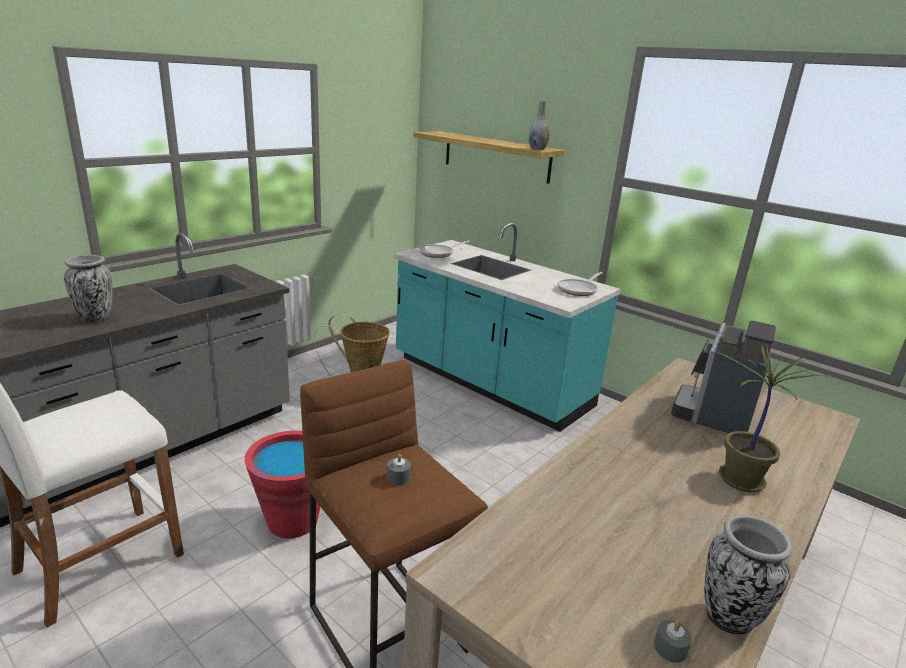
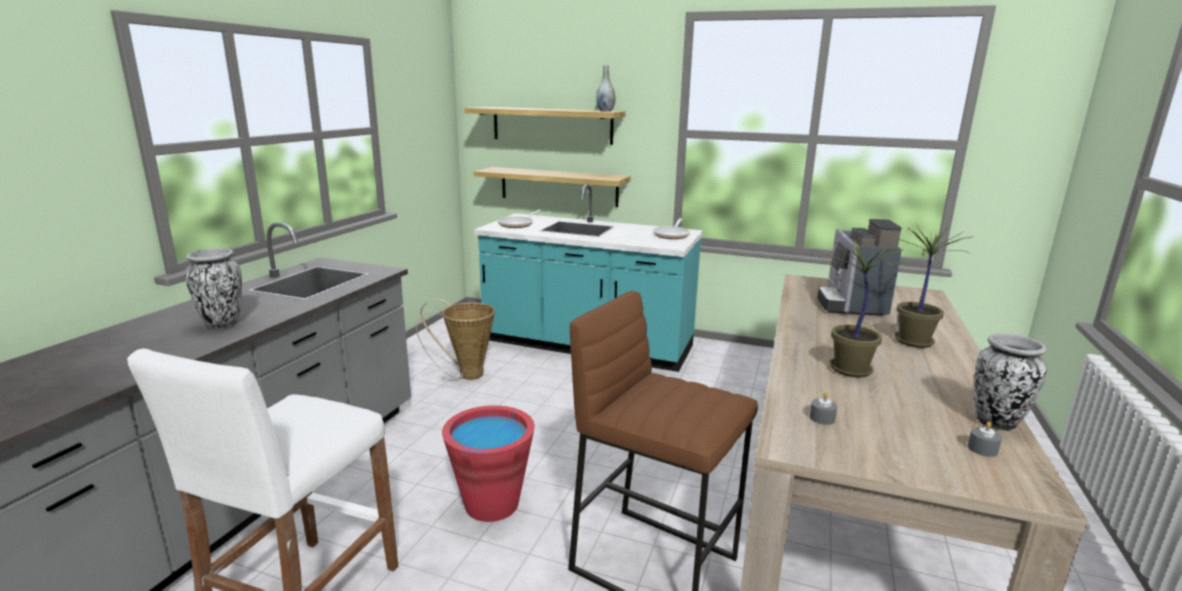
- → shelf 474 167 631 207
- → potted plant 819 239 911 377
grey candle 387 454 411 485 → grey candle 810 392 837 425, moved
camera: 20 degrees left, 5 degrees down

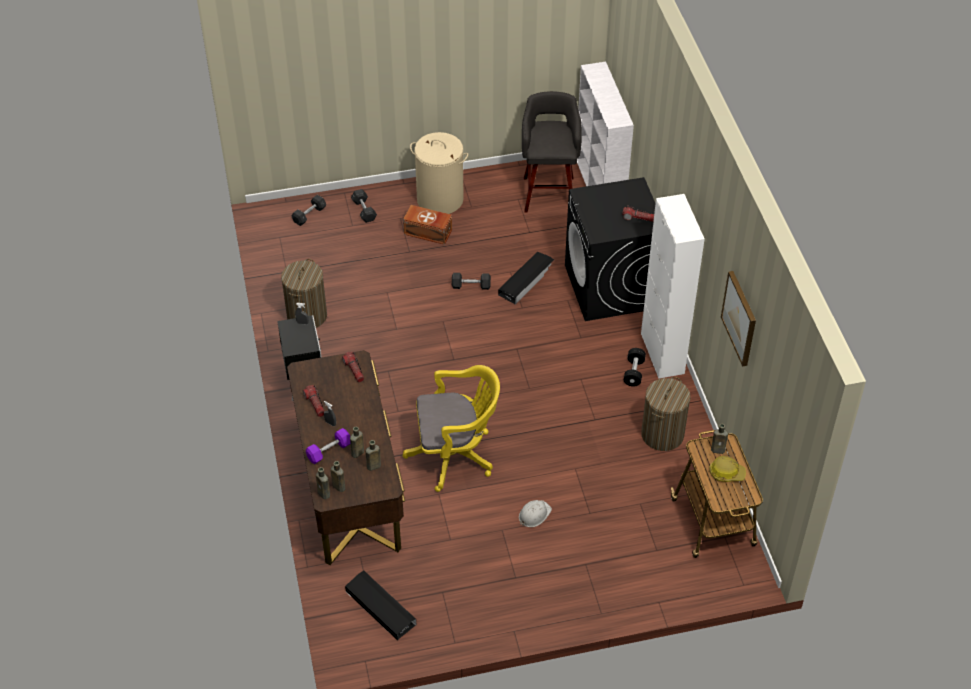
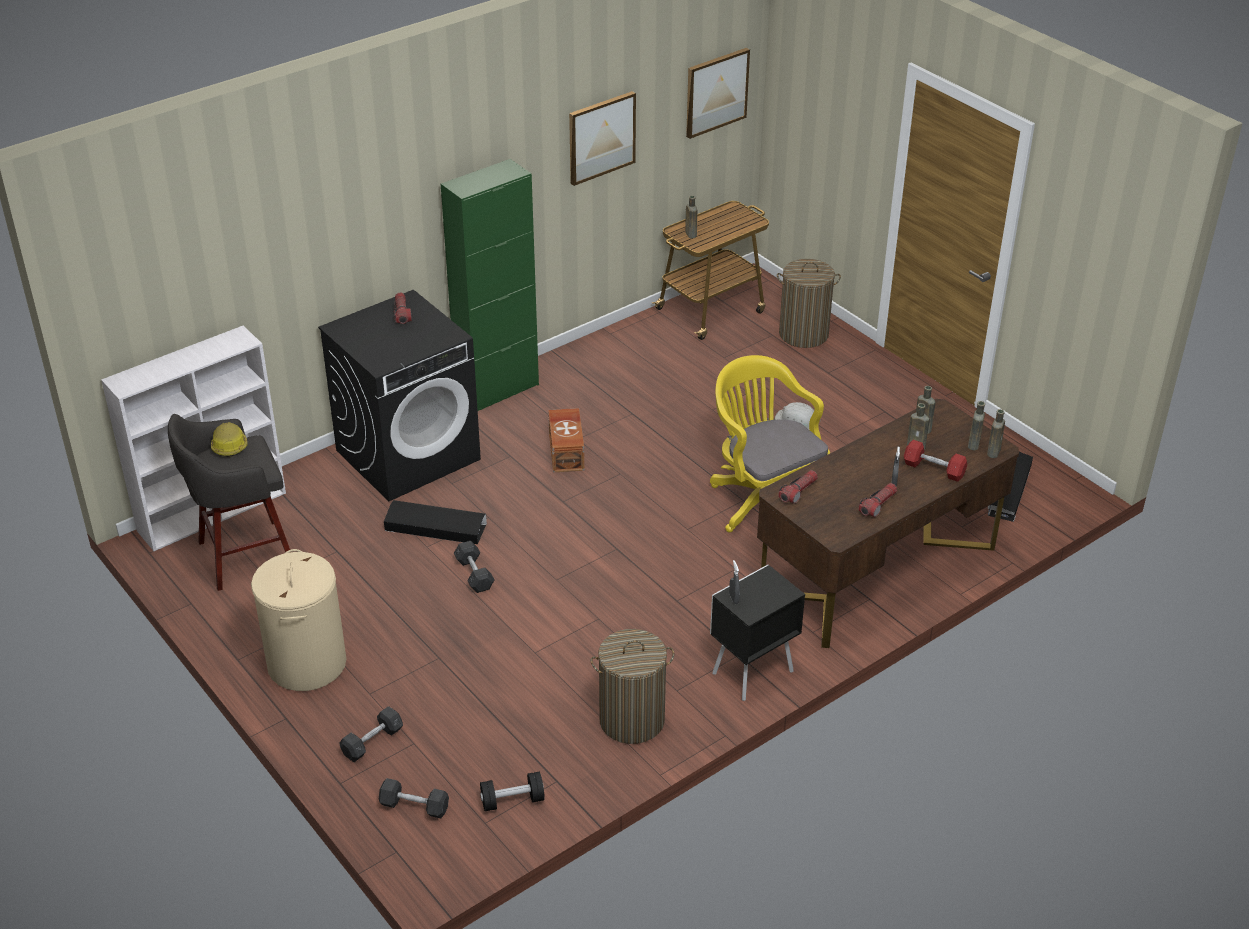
- → picture 686 48 750 139
brown storage box 403 205 452 245 → brown storage box 548 408 584 473, moved
black dumbbell 624 348 646 387 → black dumbbell 480 772 545 811, moved
laundry basket 641 377 690 451 → laundry basket 777 259 841 348, moved
hard hat 709 456 746 482 → hard hat 211 422 248 457, moved
purple dumbbell 306 428 350 464 → red dumbbell 904 440 967 482
white cabinet 641 194 705 379 → green cabinet 441 159 539 411
camera: 115 degrees left, 10 degrees down

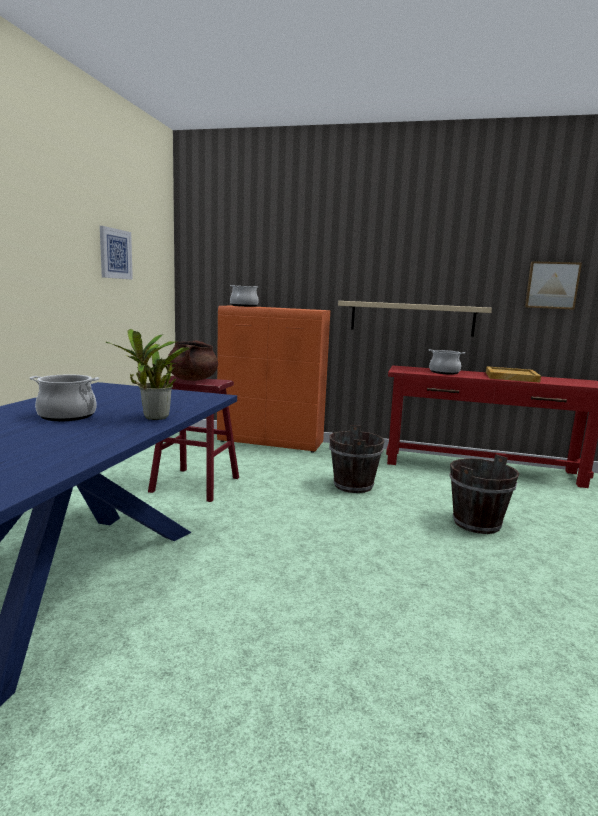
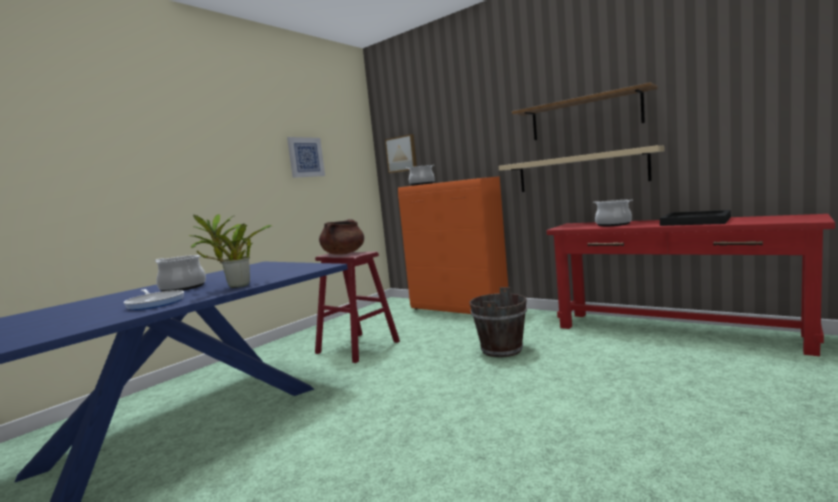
brown bucket 449 454 520 534 → -
- → frying pan 124 289 184 310
- → shelf 512 82 658 140
picture 525 261 582 310 → picture 385 134 417 173, moved
beige tray 486 366 541 383 → black tray 660 210 731 226
camera: 25 degrees right, 5 degrees down

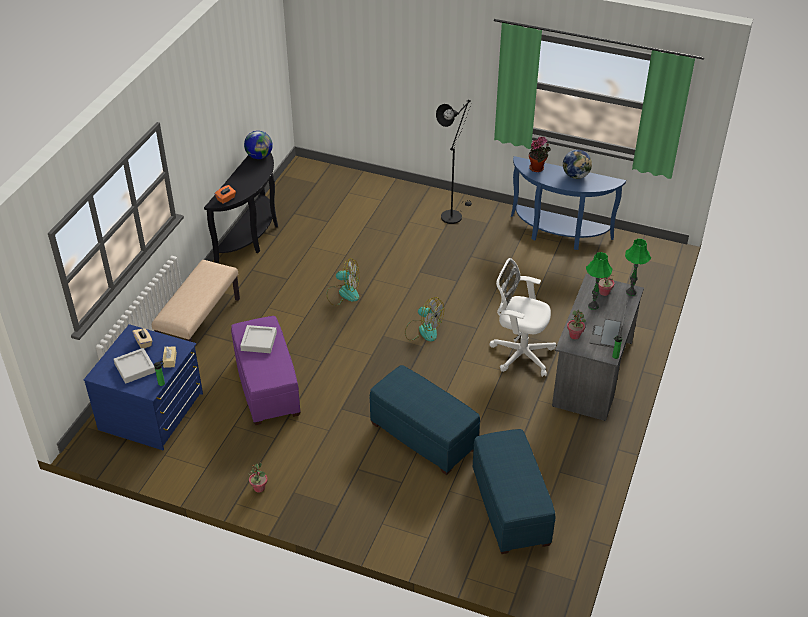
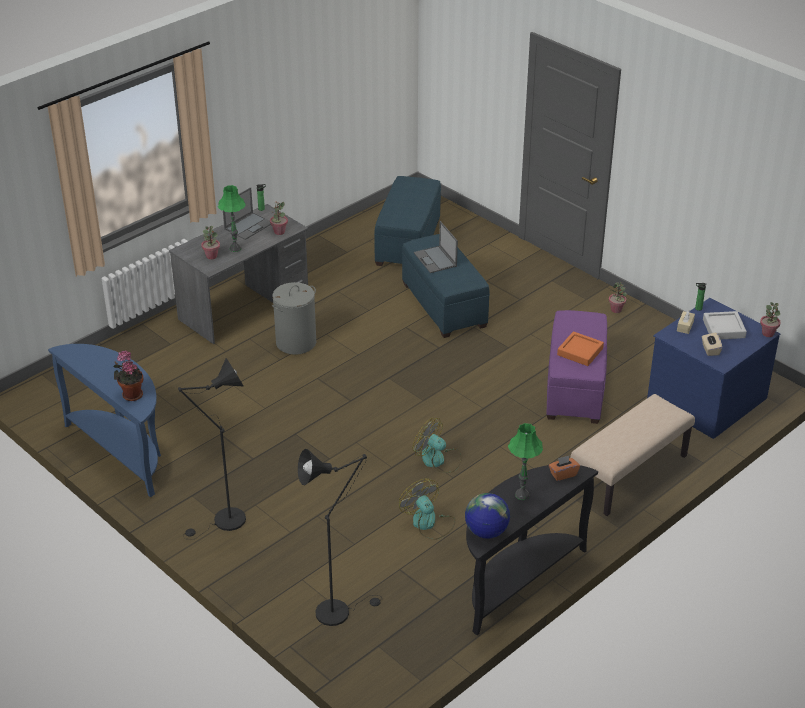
globe 563 150 592 179 → -
- → black floor lamp 298 449 382 626
- → laptop 414 221 458 273
- → potted plant 760 302 781 337
fan 405 297 444 341 → fan 399 478 456 540, moved
green table lamp 625 238 651 296 → green table lamp 508 423 543 500, moved
white office chair 490 258 556 377 → grey laundry basket 272 282 316 355
grey tray 240 325 277 353 → orange tray 557 331 604 366
camera: 155 degrees left, 5 degrees down

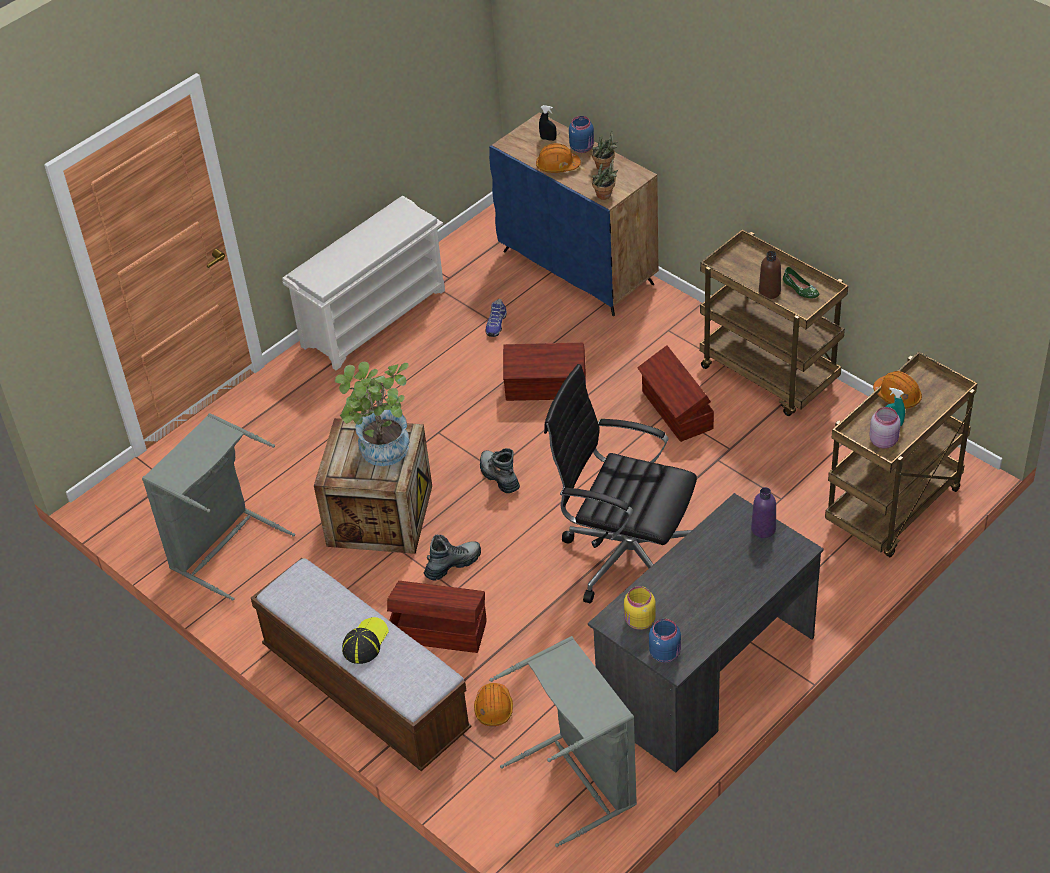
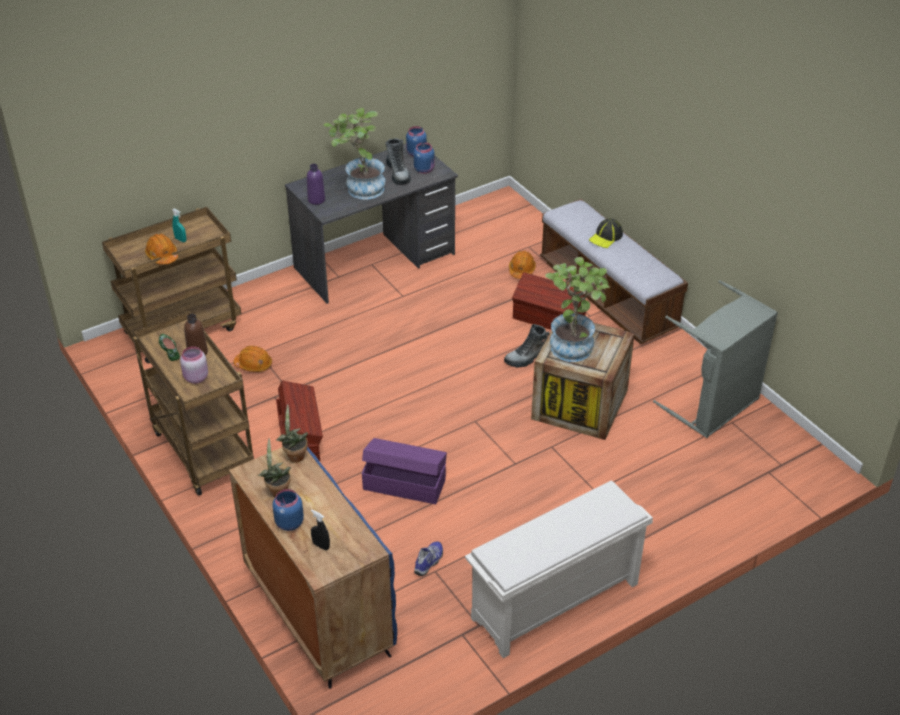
grey laundry basket 489 636 637 847 → -
black office chair 544 364 697 603 → -
- → potted plant 324 108 386 200
boot 480 448 520 493 → boot 385 138 411 185, moved
orange hard hat 536 143 581 173 → orange hard hat 234 346 272 372, moved
pink jar 869 407 901 449 → pink jar 180 346 208 384, moved
brown storage box 503 343 586 401 → purple storage box 362 438 447 504
yellow jar 624 586 656 630 → blue jar 414 142 435 174
camera: 170 degrees left, 5 degrees down

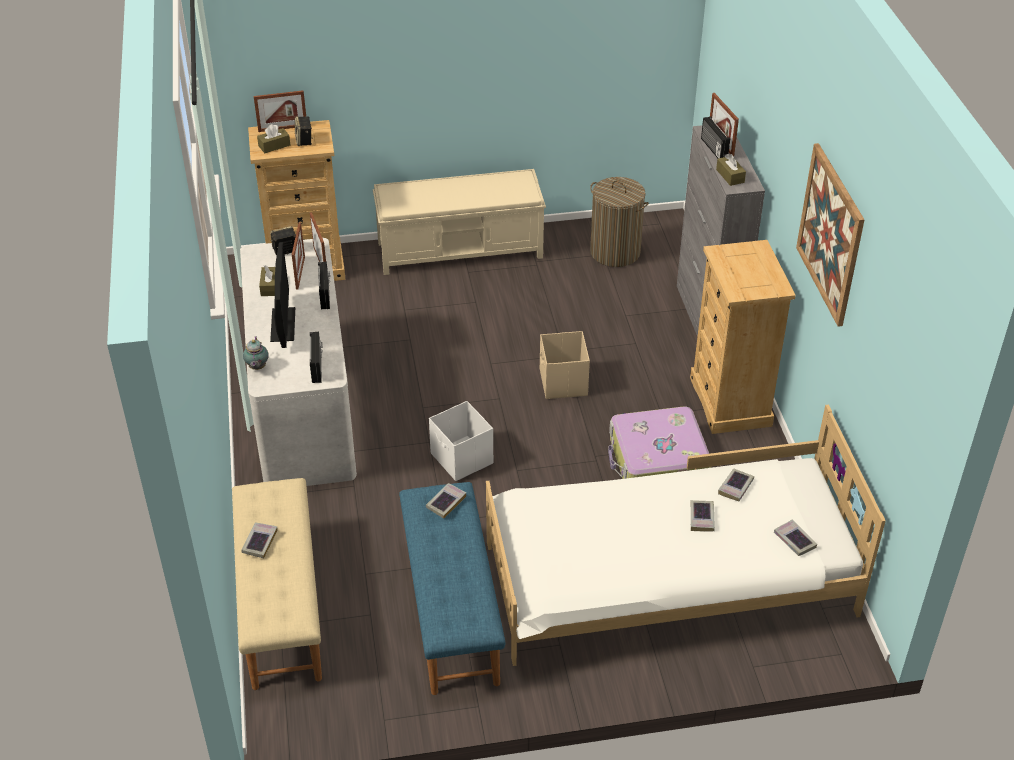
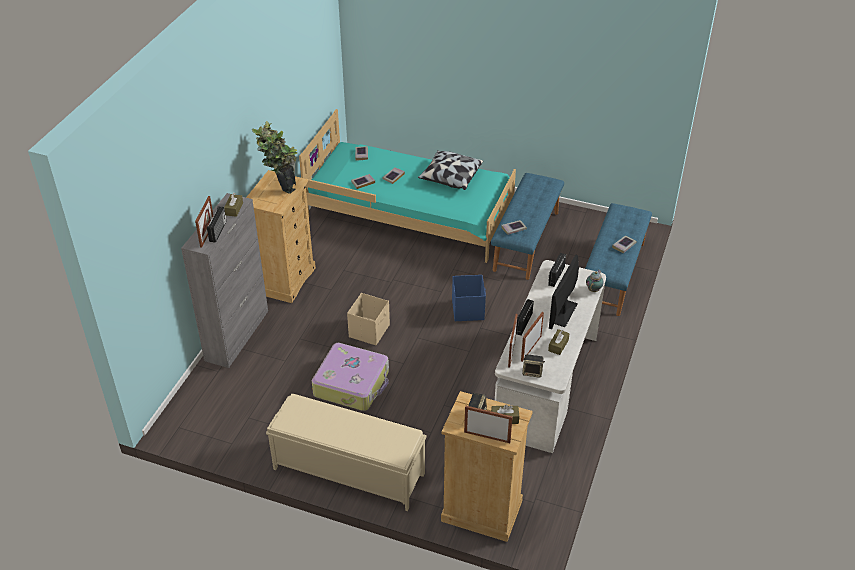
laundry basket 590 177 649 267 → -
picture 796 143 865 327 → -
- → potted plant 252 121 297 194
- → pillow 418 150 483 190
suitcase 608 407 711 479 → suitcase 312 343 389 411, moved
beige bench 232 478 322 690 → blue bench 585 203 652 316
white storage box 429 401 493 481 → blue storage box 452 275 486 321
white bed 486 404 886 666 → turquoise bed 299 109 516 263
camera: 150 degrees left, 0 degrees up

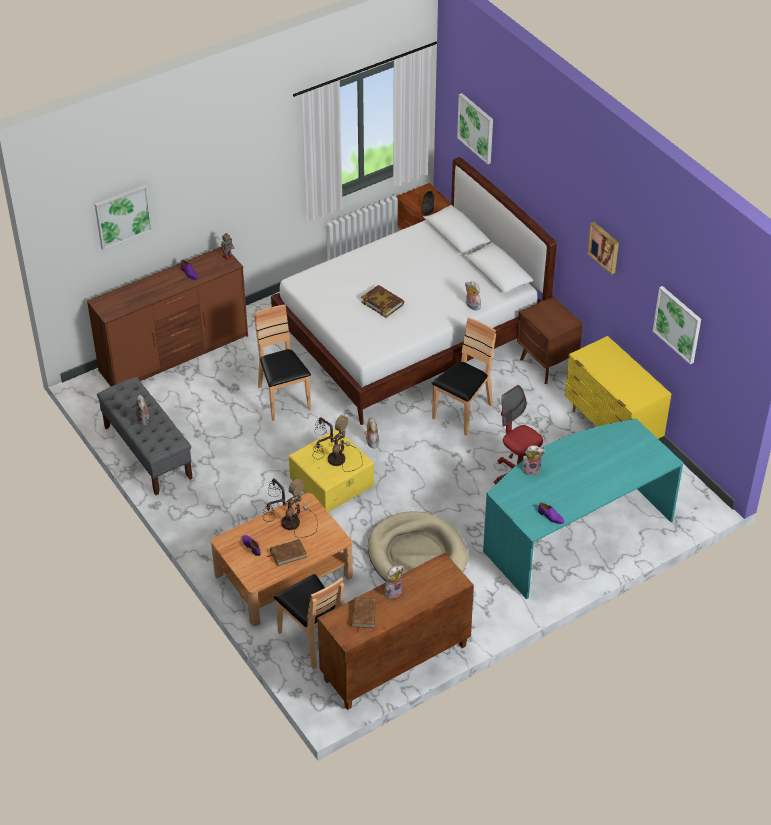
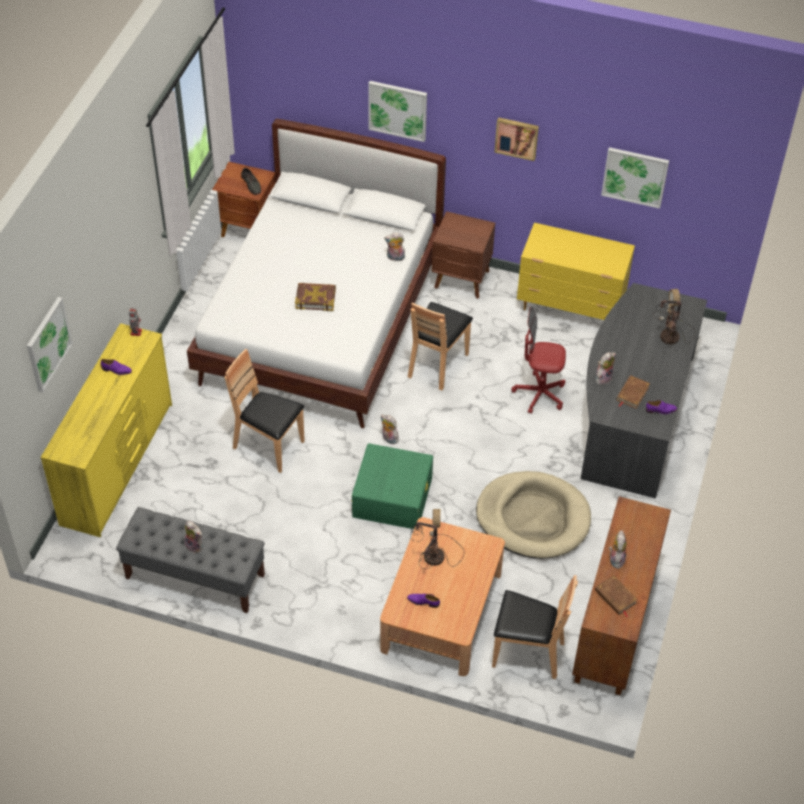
brown book 267 539 307 566 → brown book 616 375 650 409, moved
table lamp 313 415 363 472 → table lamp 653 289 695 345, moved
picture 457 93 493 164 → picture 368 81 427 142, moved
brown dresser 87 247 248 386 → yellow dresser 41 323 172 537
yellow storage box 289 429 374 512 → green storage box 352 443 433 529
turquoise desk 483 419 684 599 → grey desk 581 283 707 499
brown chair 431 317 496 435 → brown chair 408 302 473 390, 150 degrees counterclockwise
camera: 40 degrees left, 5 degrees up

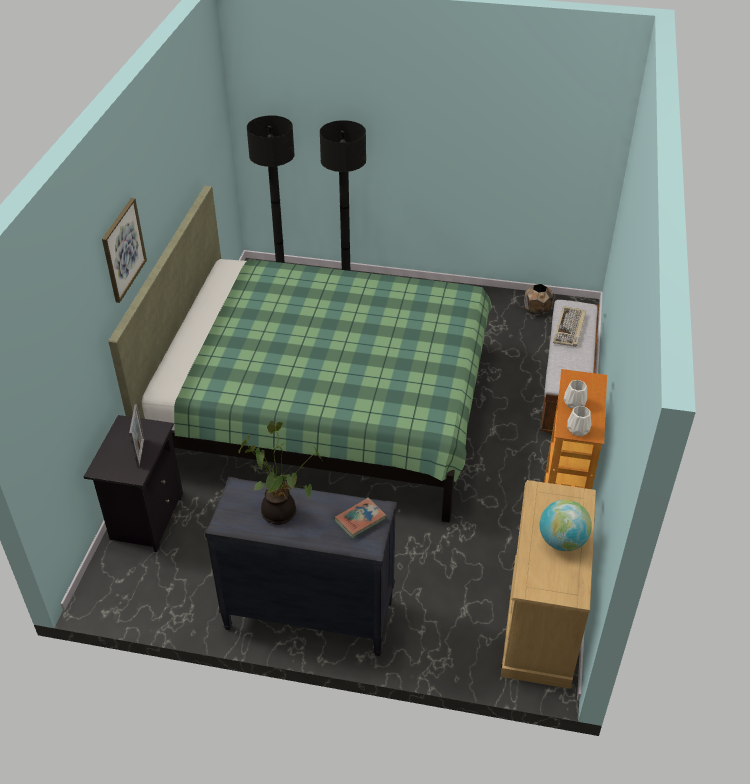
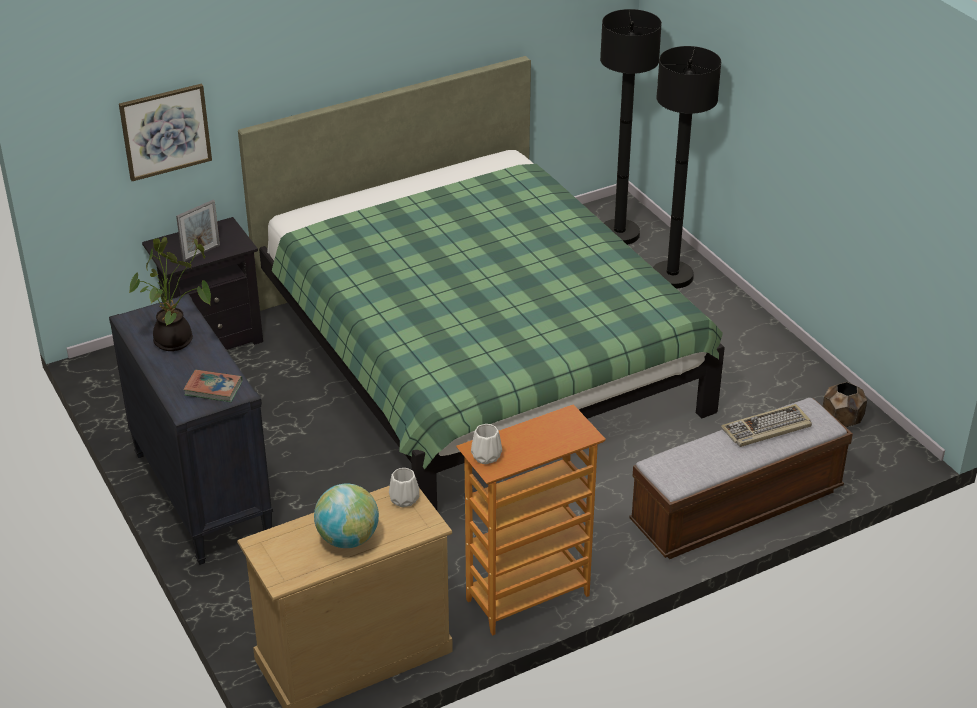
picture 102 198 147 303 → picture 119 84 212 181, moved
white vase 564 380 587 409 → white vase 389 468 419 507, moved
camera: 50 degrees right, 5 degrees down

